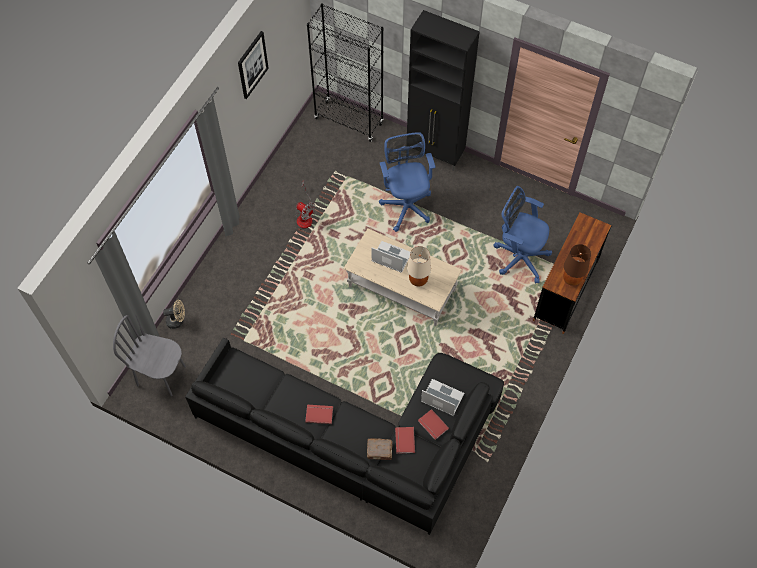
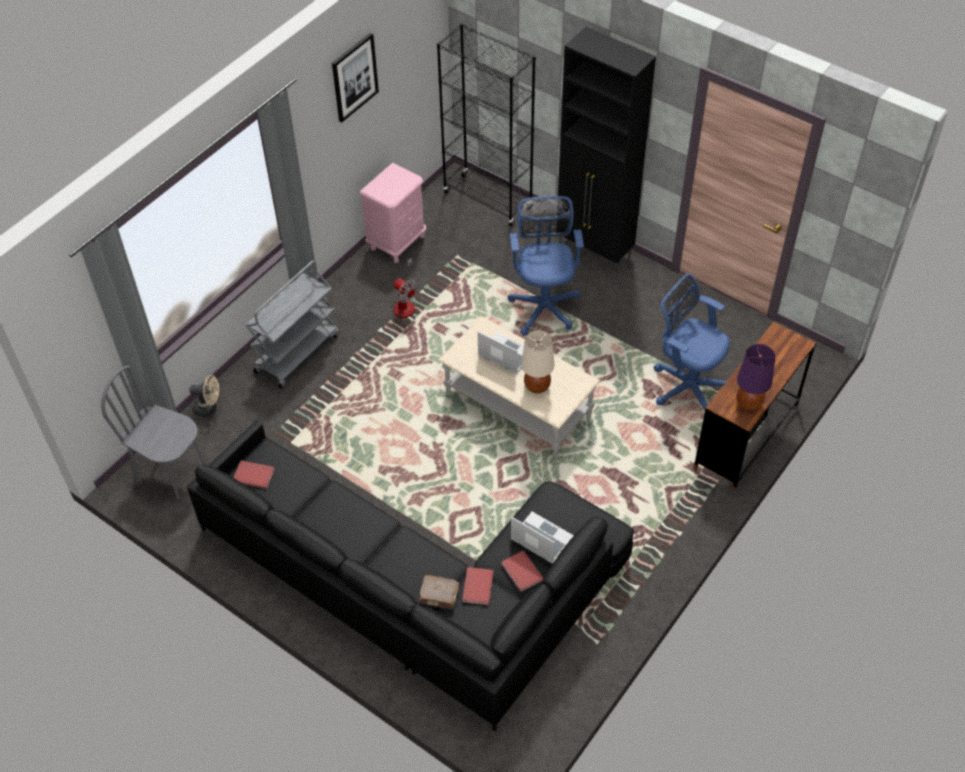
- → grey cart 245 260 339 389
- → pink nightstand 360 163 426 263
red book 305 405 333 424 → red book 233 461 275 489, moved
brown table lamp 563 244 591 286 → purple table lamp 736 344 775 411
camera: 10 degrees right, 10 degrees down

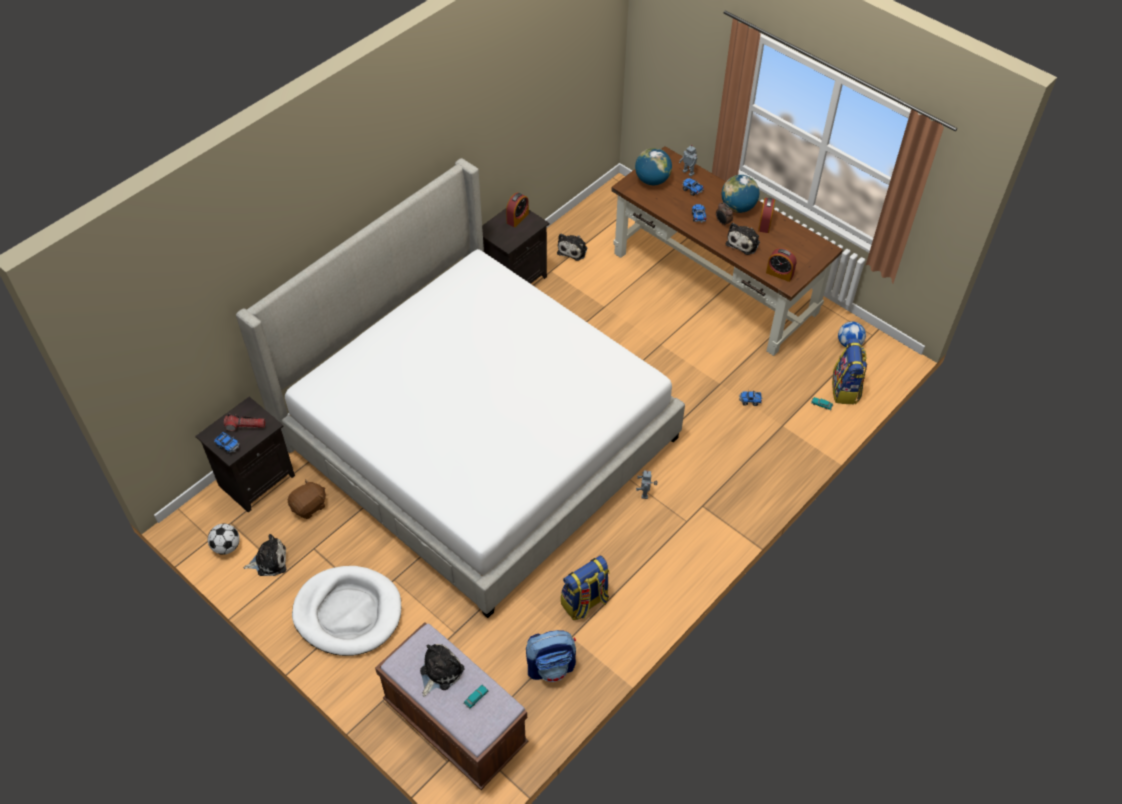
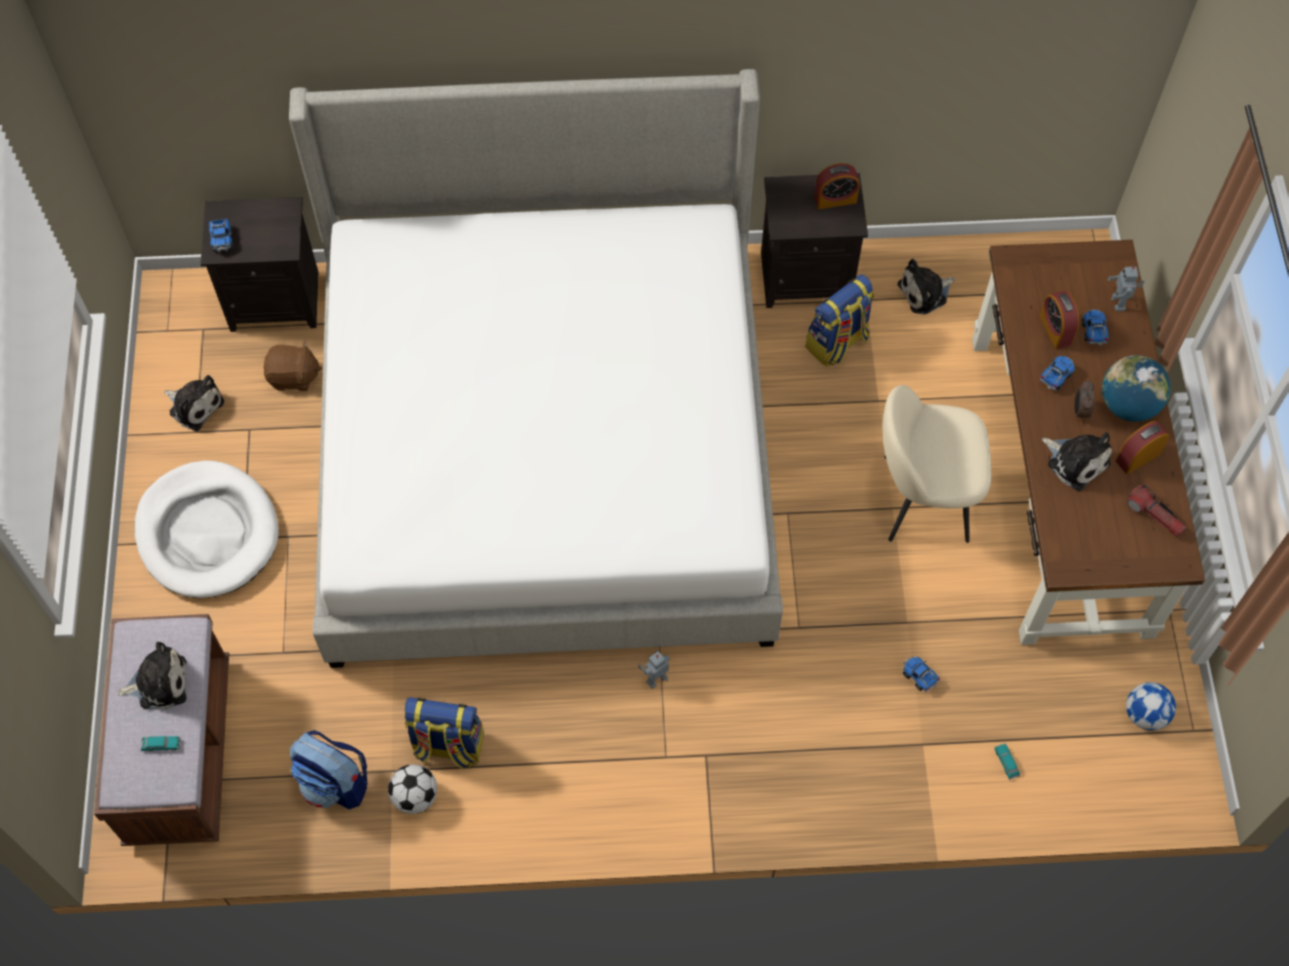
globe 635 148 672 185 → -
- → beige chair 883 385 991 543
football 208 524 240 555 → football 388 764 437 814, moved
flashlight 224 414 265 431 → flashlight 1127 485 1187 538, moved
alarm clock 766 248 797 282 → alarm clock 1040 291 1079 349, moved
backpack 832 339 867 405 → backpack 805 274 874 367, moved
plush toy 726 223 760 255 → plush toy 1042 432 1112 491, 120 degrees counterclockwise
camera: 45 degrees right, 10 degrees up

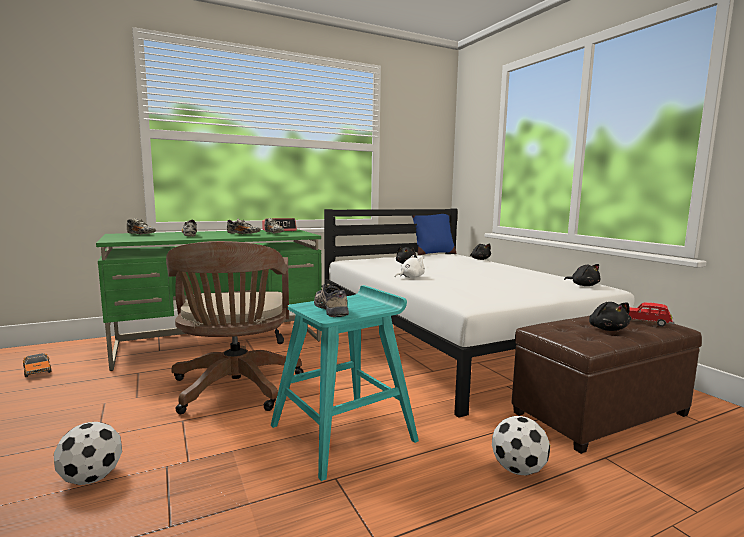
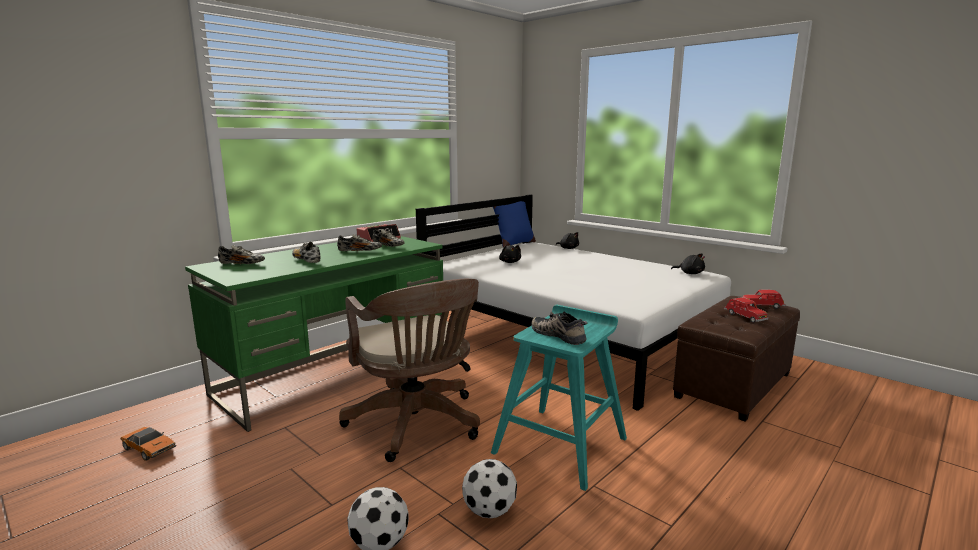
white plush toy 395 255 425 278 → -
football 492 416 550 475 → football 462 459 517 518, moved
black plush toy 589 302 630 331 → red toy car 724 297 768 323
camera: 20 degrees left, 5 degrees up

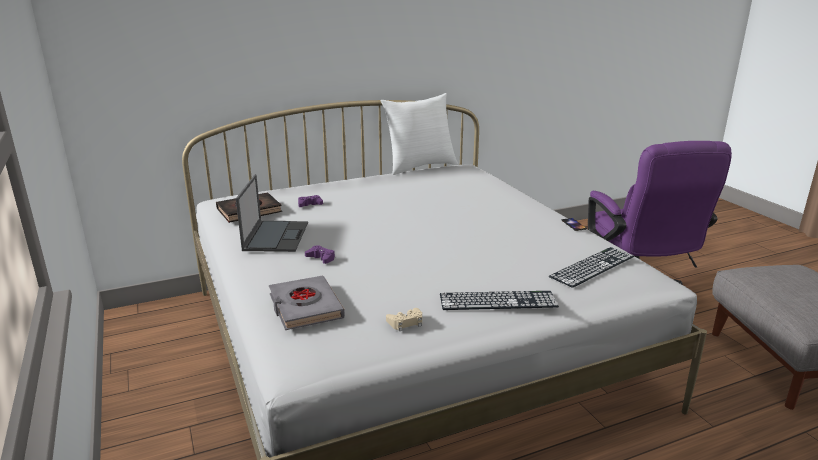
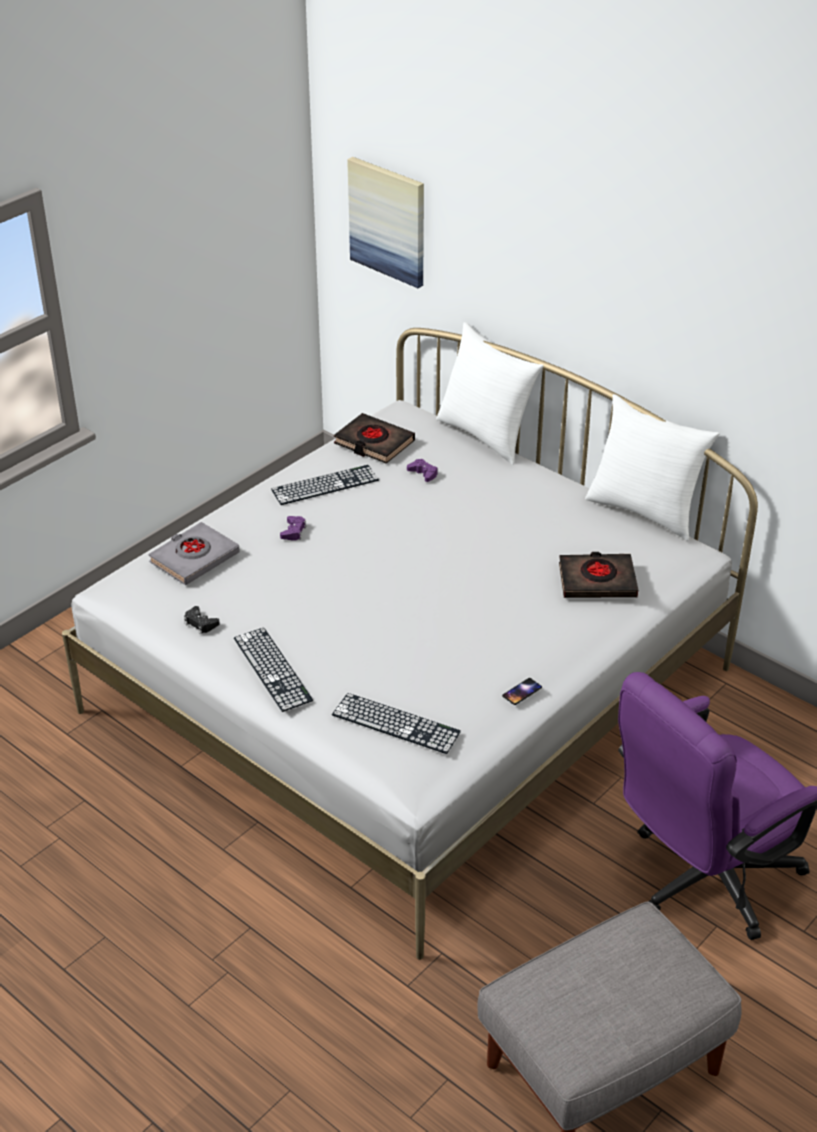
- → picture 347 157 424 288
- → white pillow 436 322 544 465
- → black book 559 552 638 598
laptop 236 174 308 252 → keyboard 271 465 379 505
beige game controller 386 308 422 331 → black game controller 184 606 220 634
camera: 65 degrees right, 15 degrees up

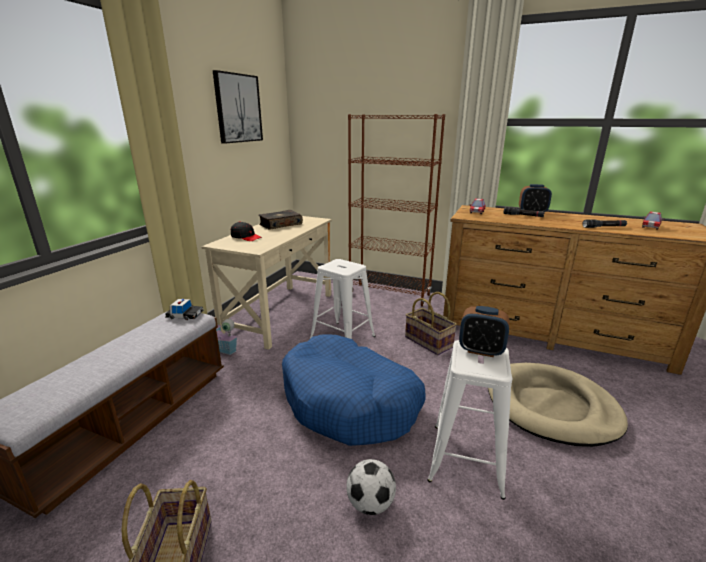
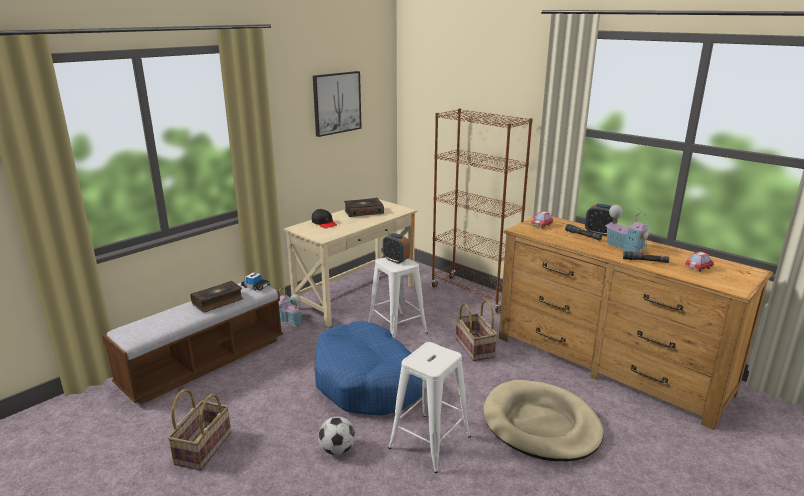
- → book 190 281 243 312
- → toy house 605 205 652 254
alarm clock 459 306 509 357 → alarm clock 383 233 410 264, moved
camera: 20 degrees right, 0 degrees up

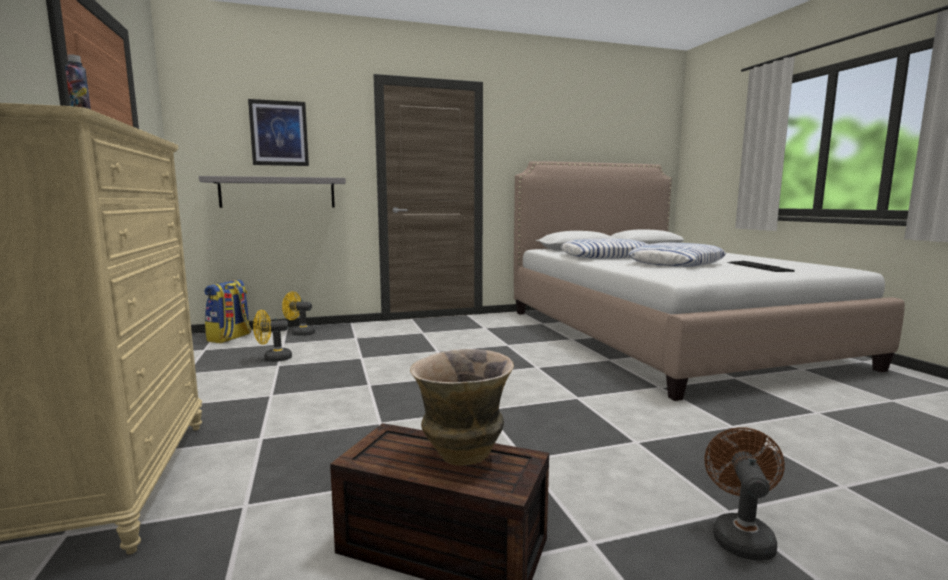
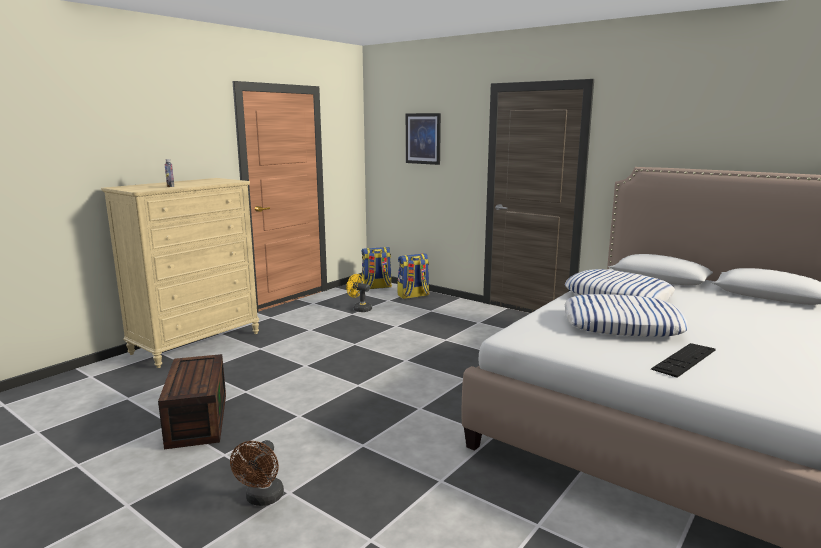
grey shelf 199 176 346 208 → -
vase 410 349 514 465 → -
yellow fan 282 291 315 336 → backpack 397 253 429 299
brown fan 705 427 785 561 → brown fan 230 440 284 506, 120 degrees clockwise
camera: 55 degrees right, 5 degrees up

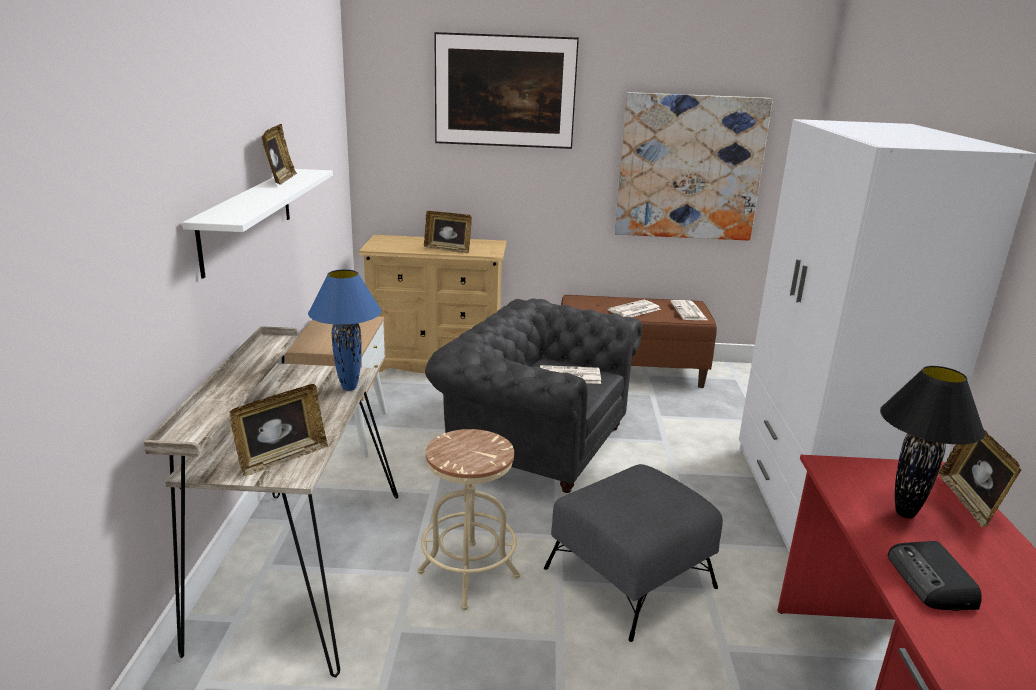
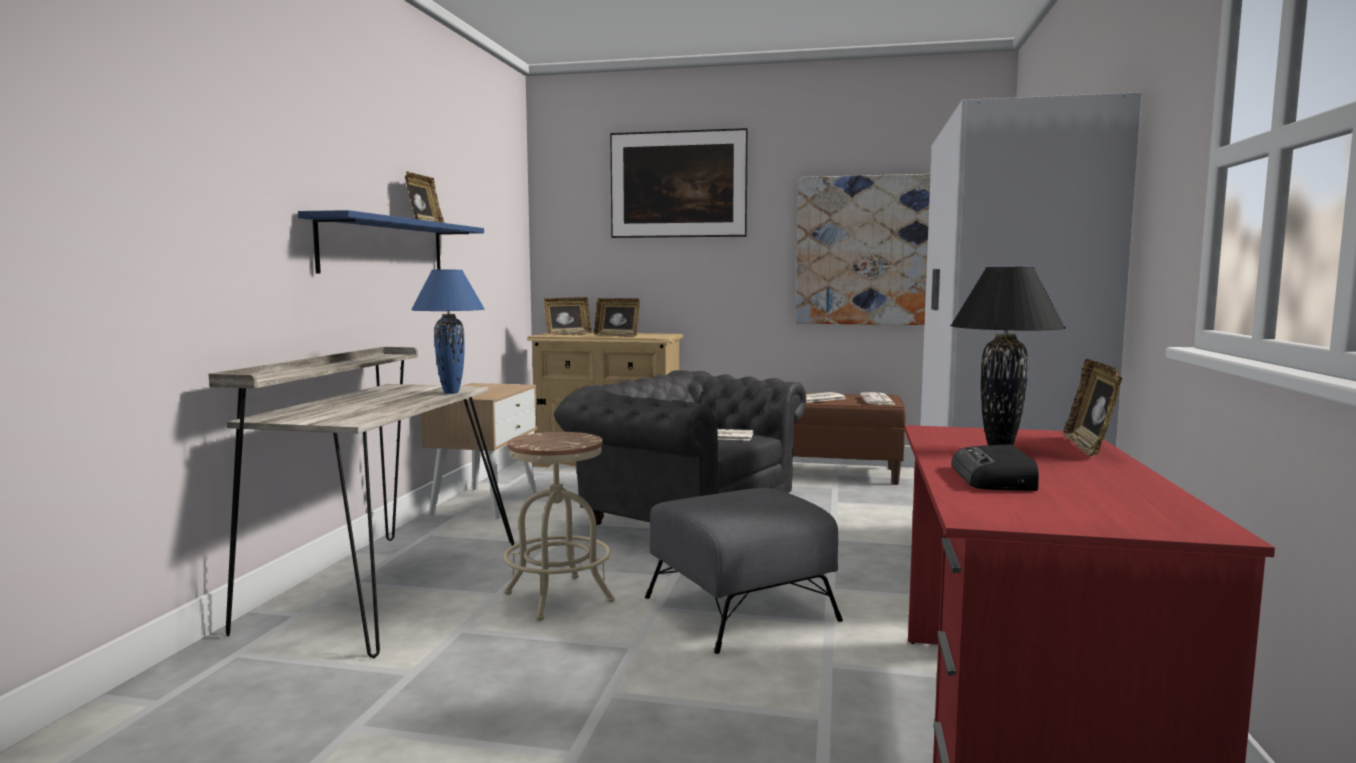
picture frame 229 384 328 476 → picture frame 544 297 592 335, moved
white shelf 182 169 333 279 → blue shelf 298 210 484 273
camera: 10 degrees right, 15 degrees down

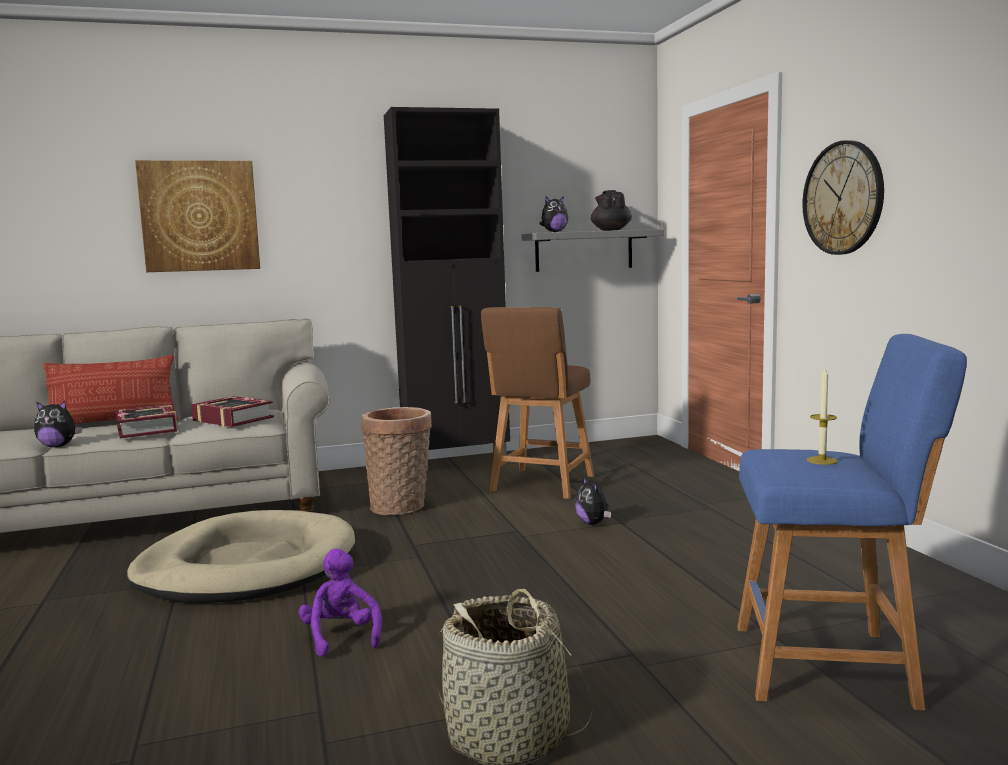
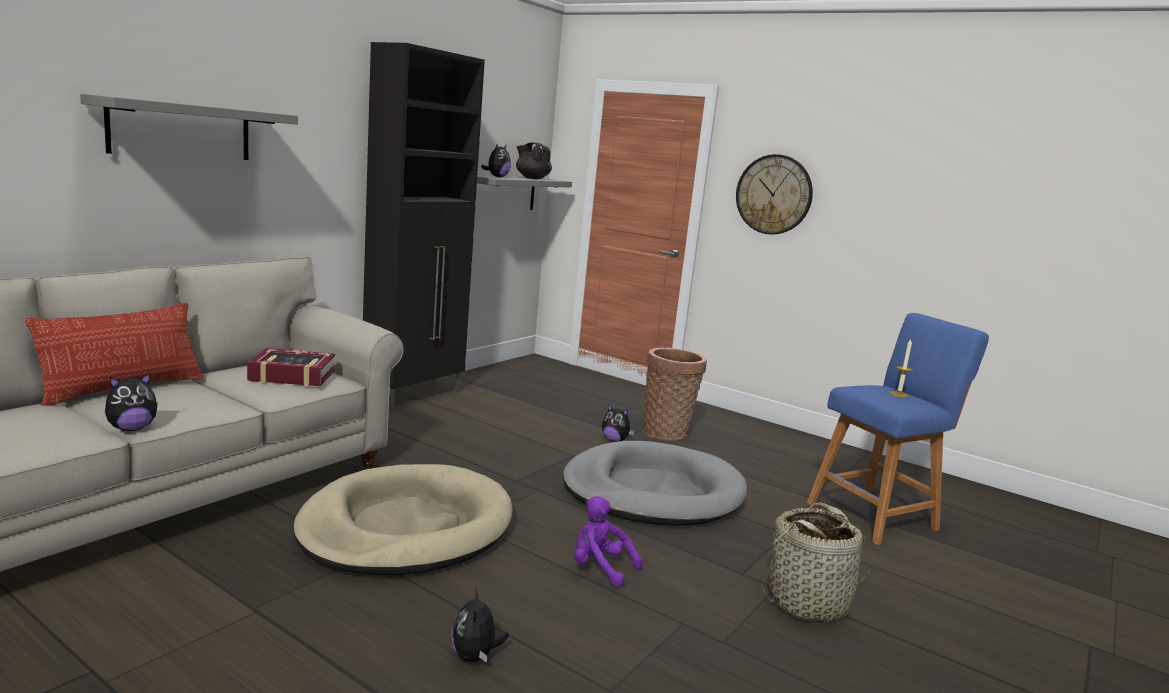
book 115 404 178 439 → -
brown stool 481 307 594 499 → -
- → plush toy 451 587 509 662
- → grey dog bed 563 441 747 526
basket 361 407 432 516 → basket 642 348 707 441, moved
picture 135 160 260 272 → grey shelf 80 94 298 160
camera: 40 degrees left, 5 degrees up

